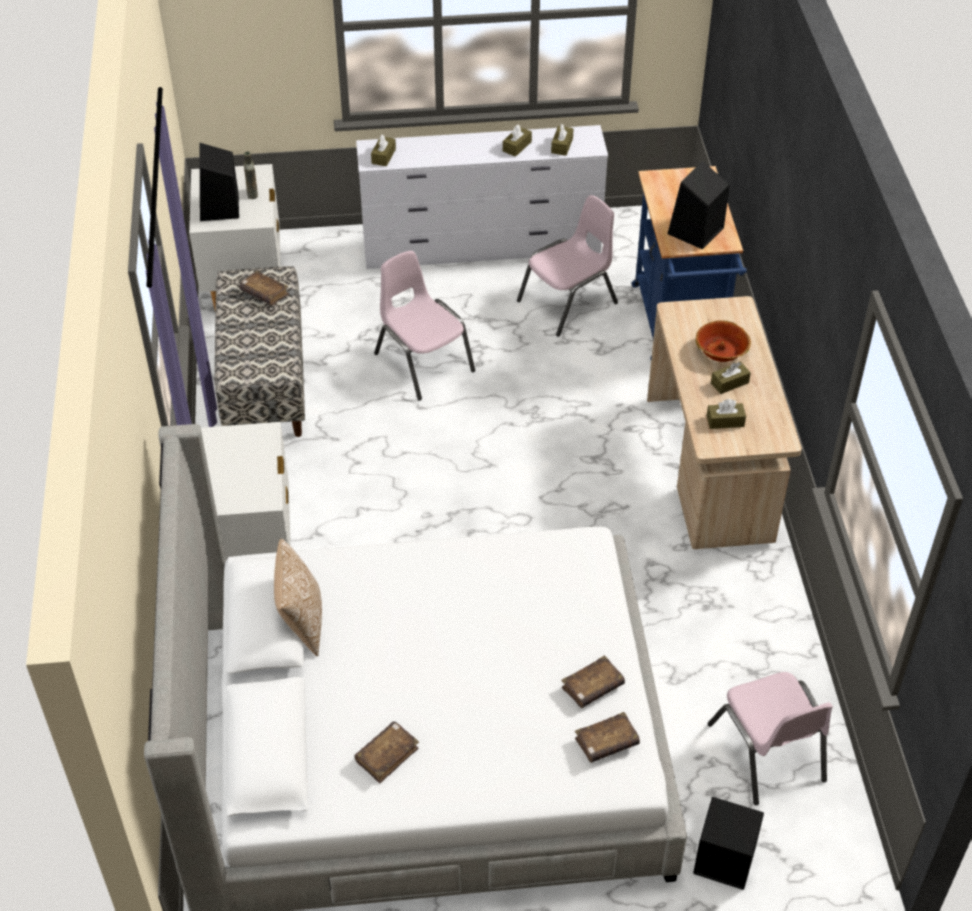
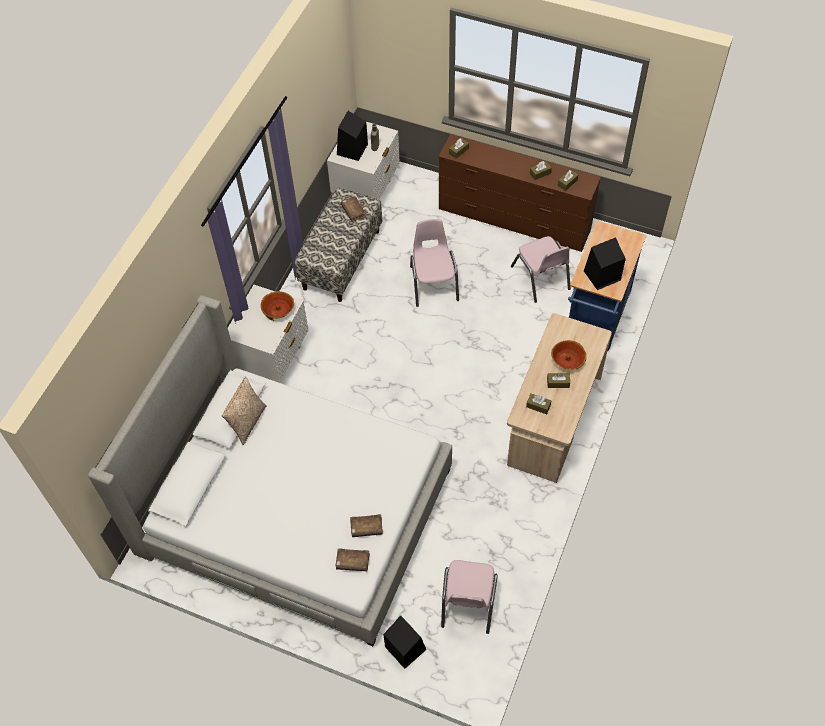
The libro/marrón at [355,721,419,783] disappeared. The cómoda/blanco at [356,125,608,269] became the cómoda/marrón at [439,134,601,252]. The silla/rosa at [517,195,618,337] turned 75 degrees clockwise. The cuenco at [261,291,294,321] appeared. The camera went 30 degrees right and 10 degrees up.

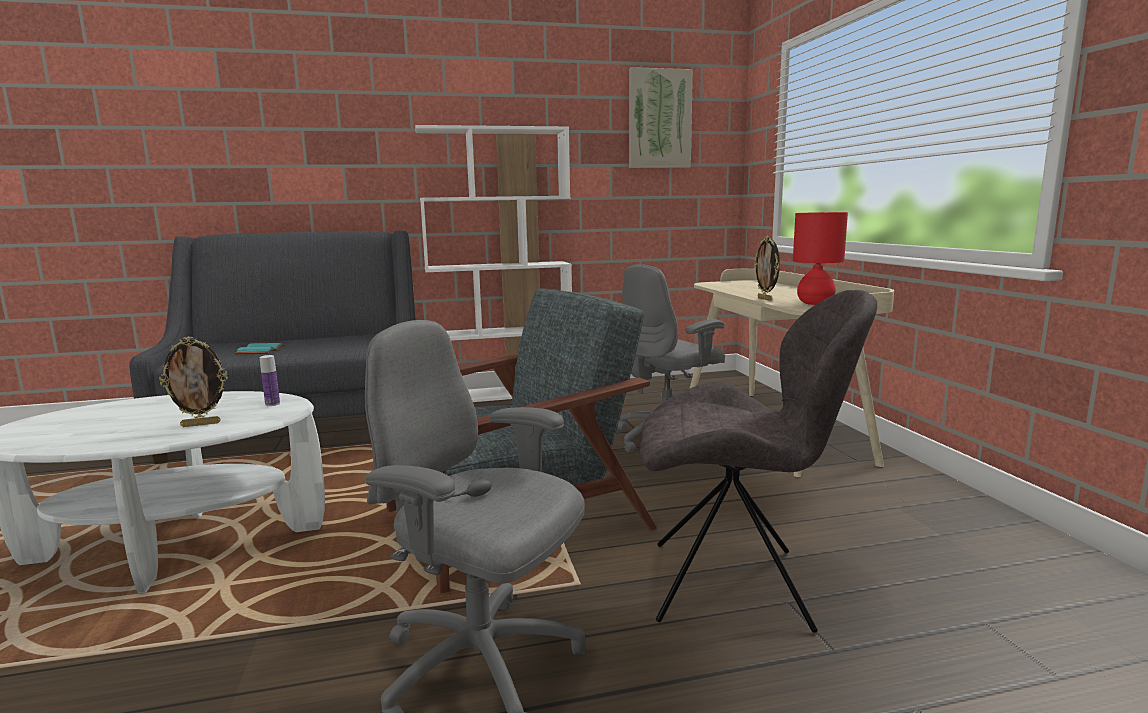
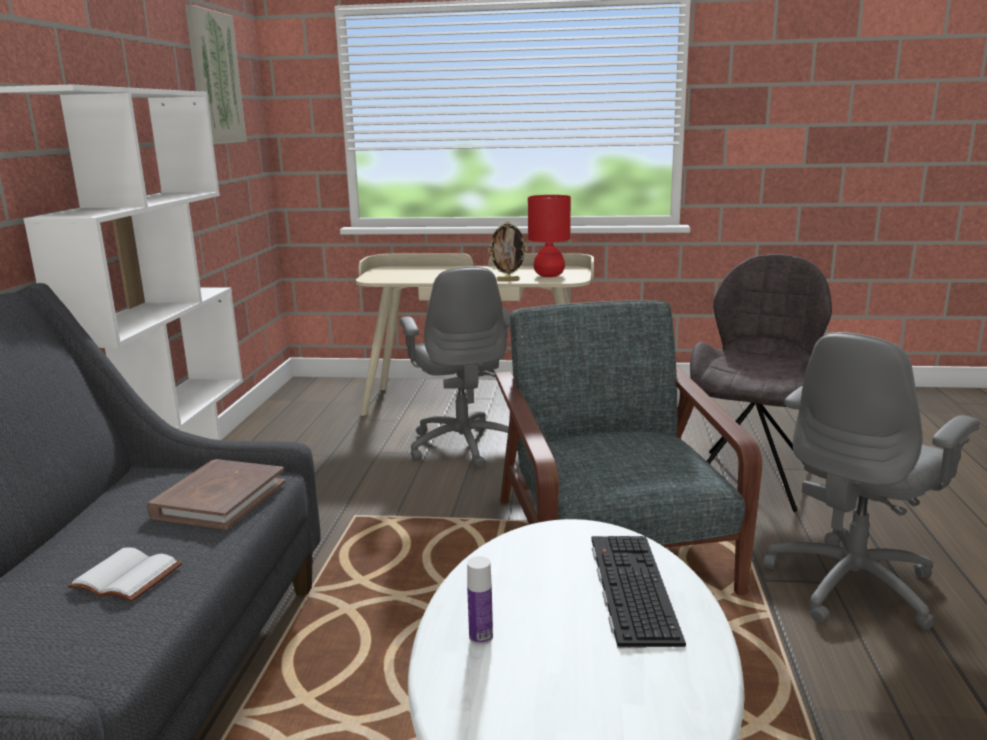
The portarretratos at [159,337,228,427] was replaced by the teclado at [592,536,686,649]. The libro/turquesa at [235,343,285,354] became the libro/blanco at [67,547,182,602]. The botella moved from [260,355,280,406] to [467,556,493,645]. The libro/marrón at [147,459,285,530] appeared. The camera went 70 degrees left and 5 degrees up.

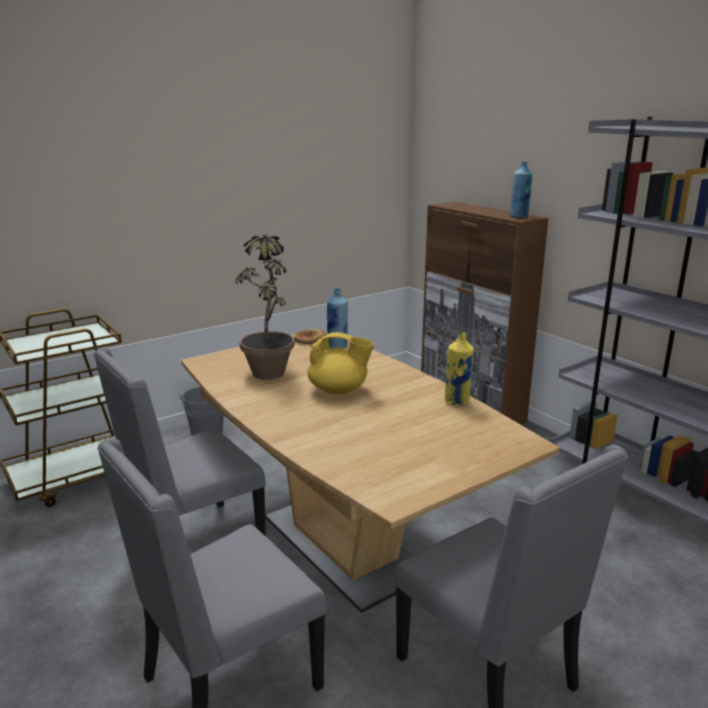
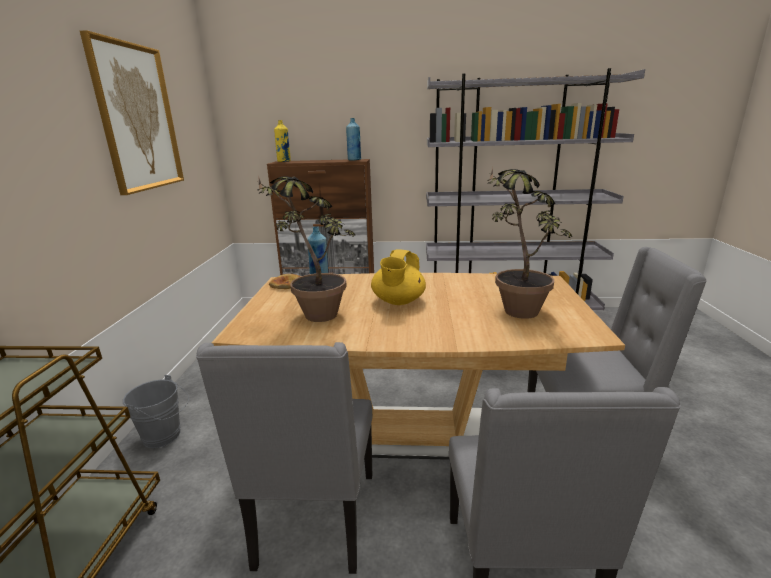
The tetera/amarillo at [307,332,374,394] turned 150 degrees clockwise. The botella/amarillo moved from [445,332,474,406] to [274,120,291,162]. The cuadro at [80,30,184,195] appeared. The planta en maceta at [487,168,572,319] appeared. The camera went 50 degrees left and 0 degrees up.

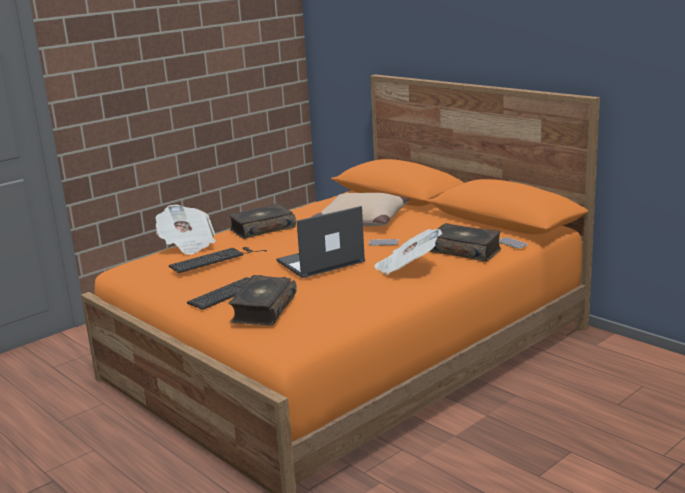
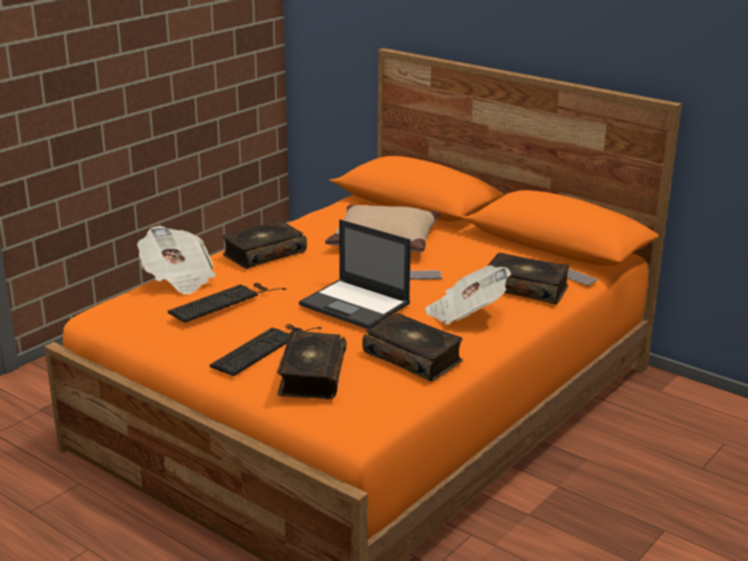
The portátil at [276,206,365,278] turned 105 degrees counterclockwise. The libro at [362,313,463,381] appeared. The camera went 10 degrees left and 5 degrees up.

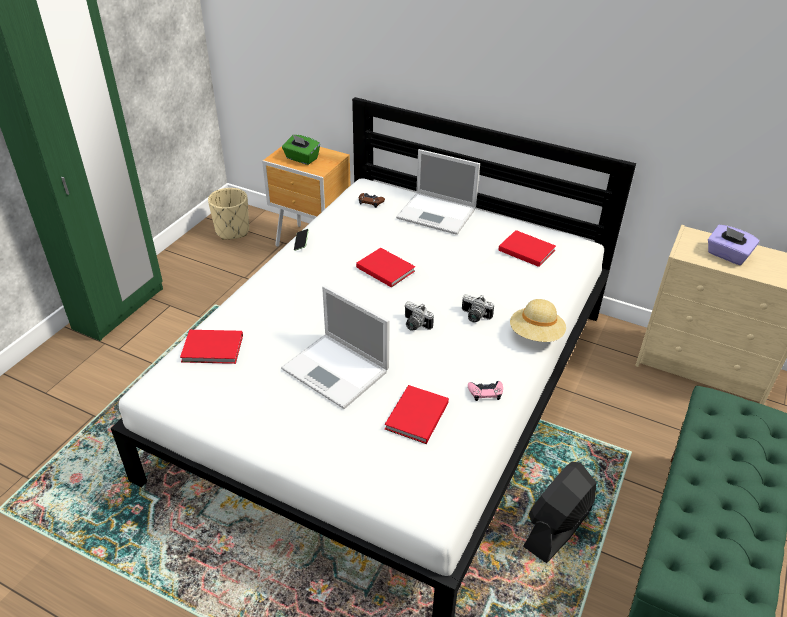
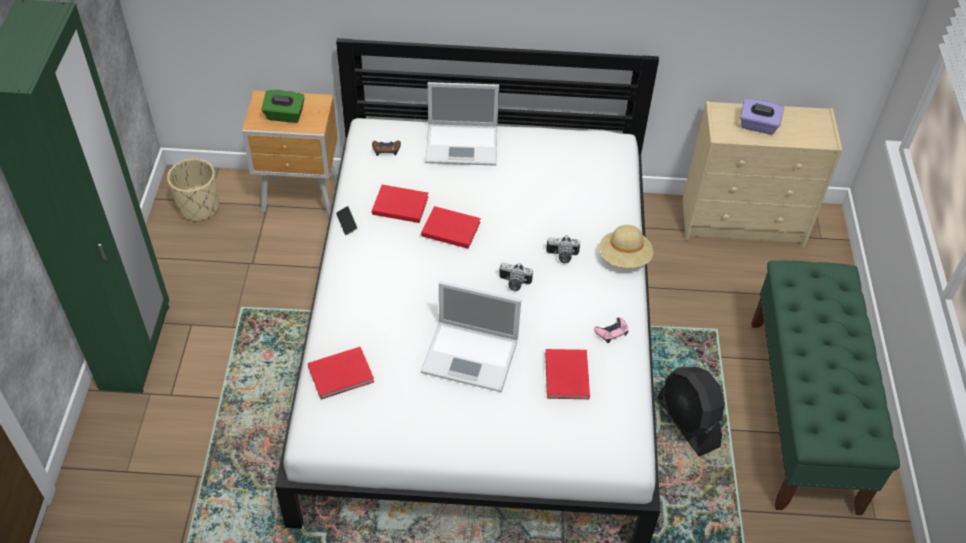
The libro/rojo moved from [498,230,556,267] to [372,185,428,223]. The ventilador/negro at [523,462,597,563] turned 45 degrees counterclockwise. The camera went 25 degrees left and 10 degrees up.

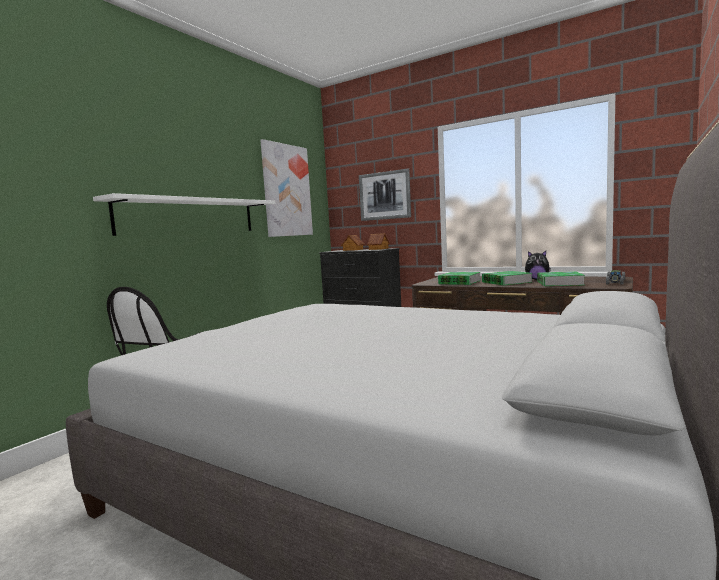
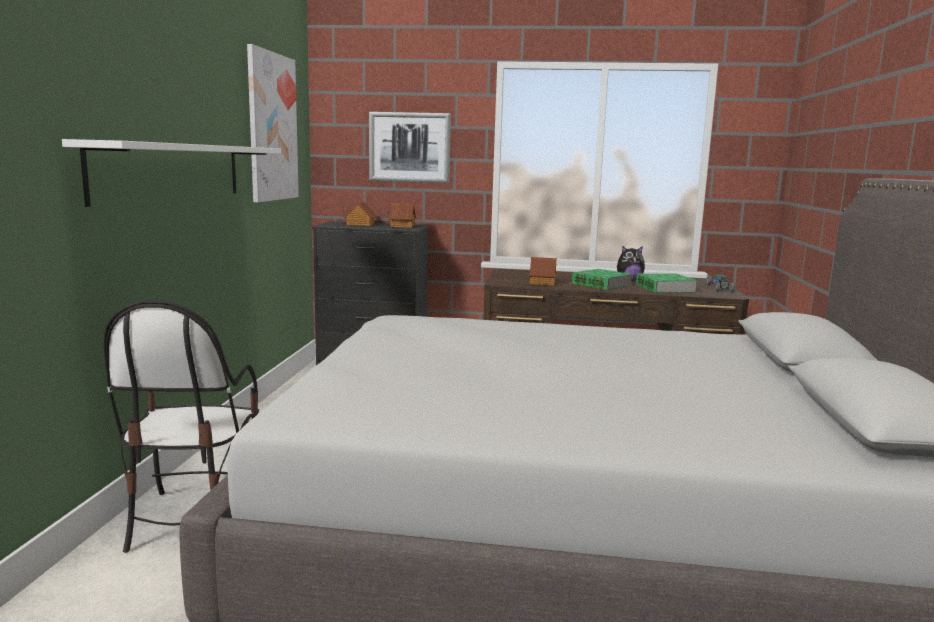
The libro at [438,272,481,285] was replaced by the casita at [530,257,557,285]. The camera went 25 degrees left and 5 degrees up.

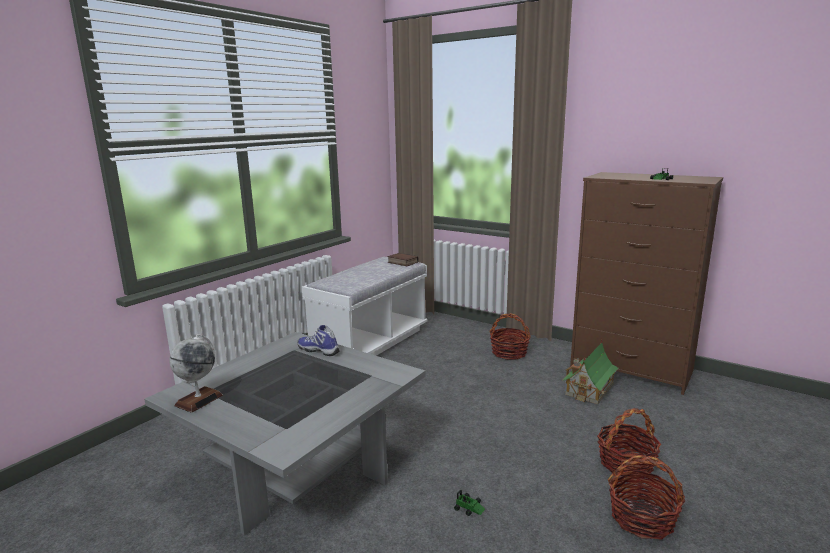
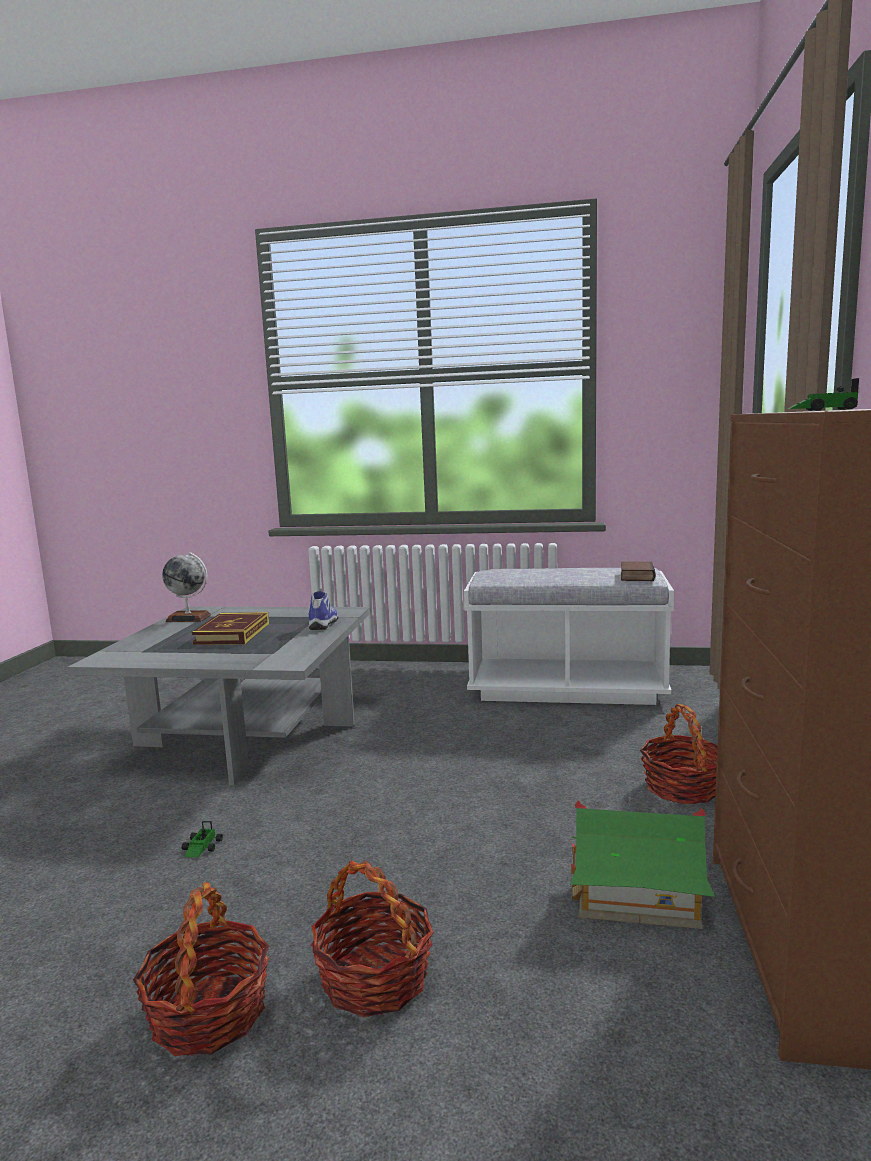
The libro at [191,612,269,645] appeared. The camera went 65 degrees right and 5 degrees down.

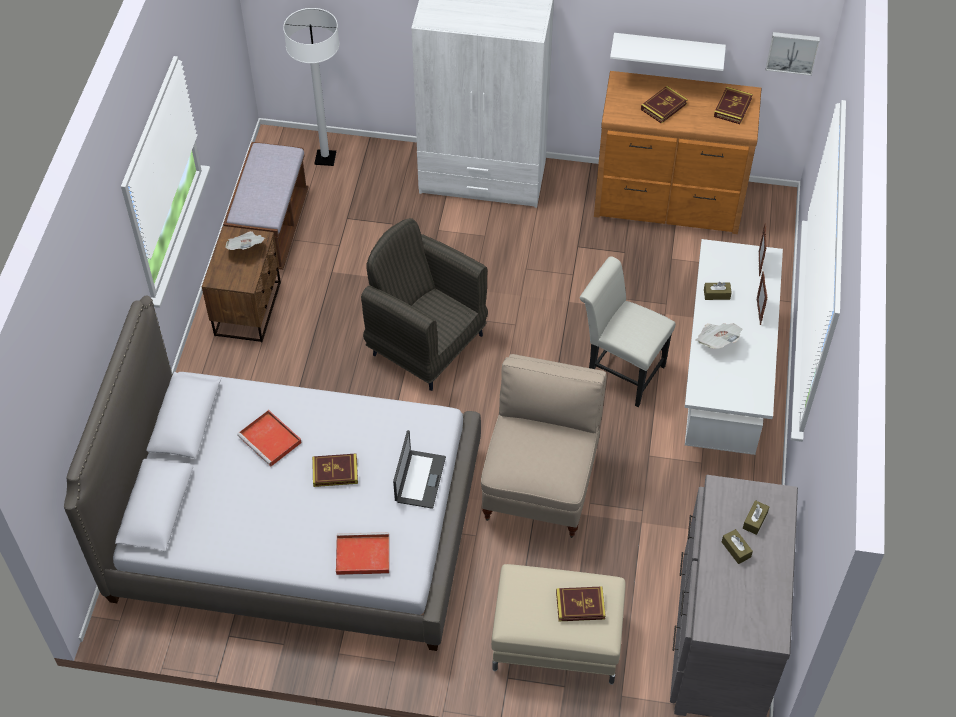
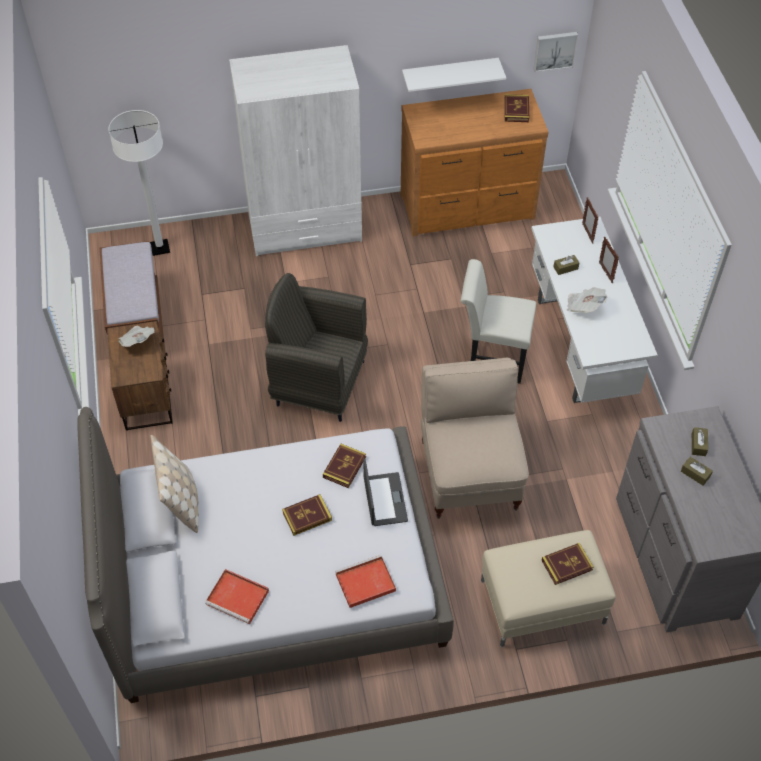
The bandeja/rojo moved from [237,410,302,466] to [205,569,269,624]. The libro moved from [641,86,688,124] to [323,444,366,488]. The cojín/beis at [151,435,199,533] appeared. The camera went 20 degrees left and 0 degrees up.

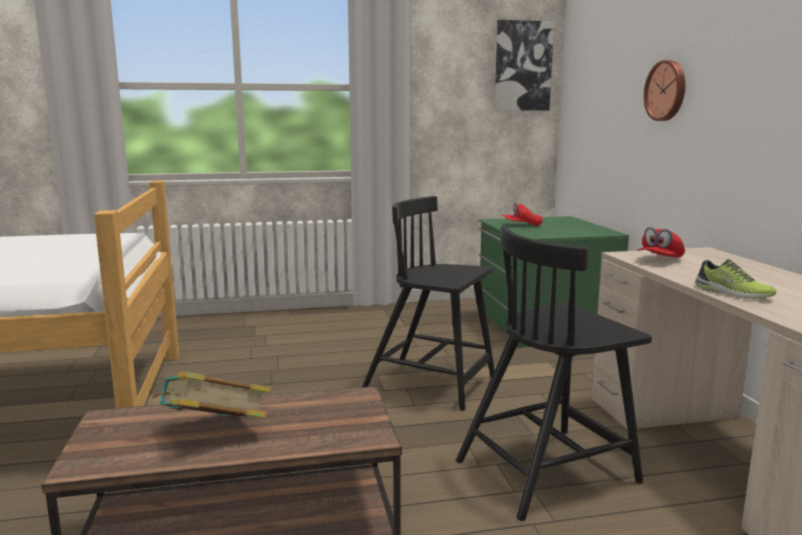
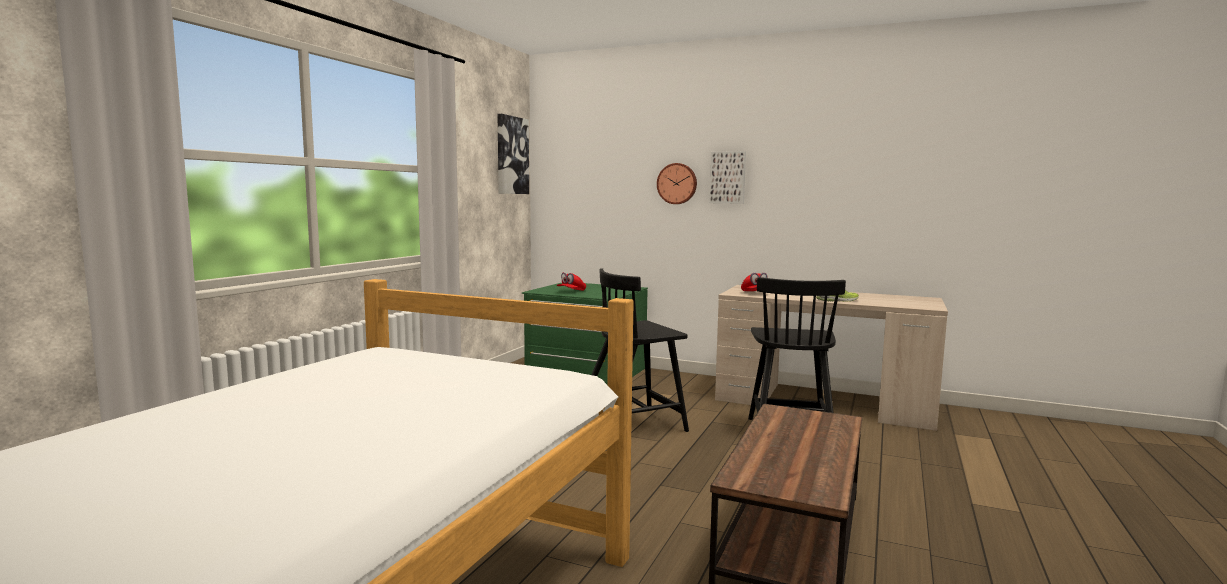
The libro at [153,372,271,418] disappeared. The cuadro at [710,151,746,204] appeared. The camera went 55 degrees left and 5 degrees down.

